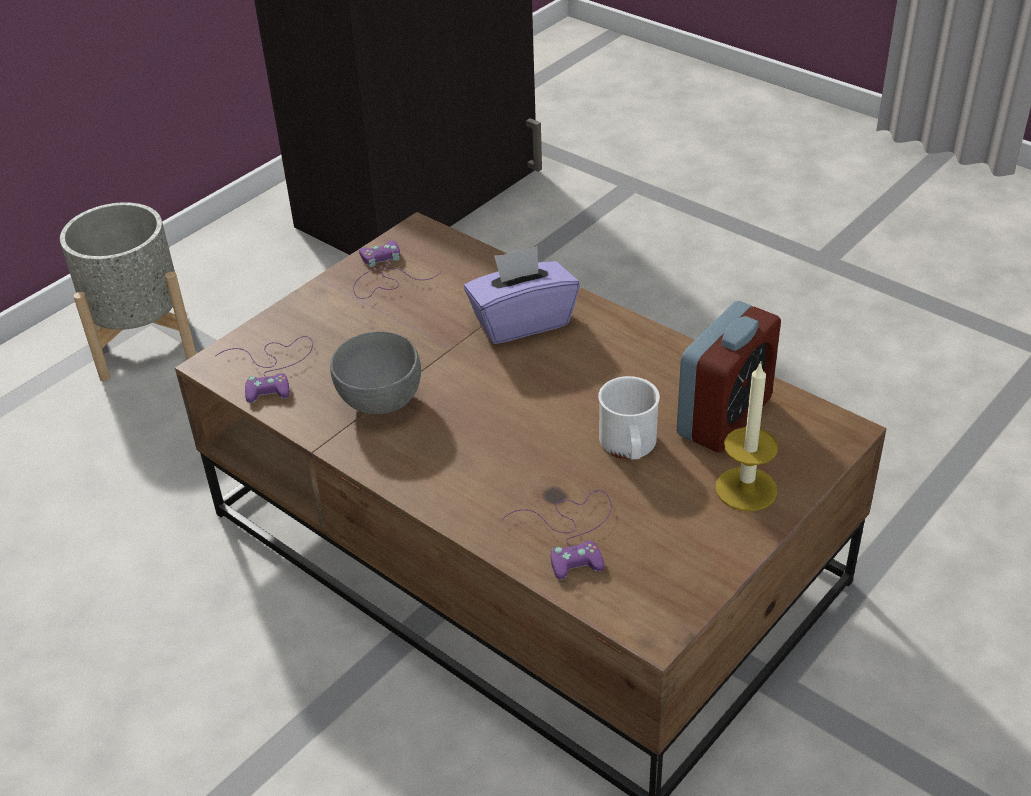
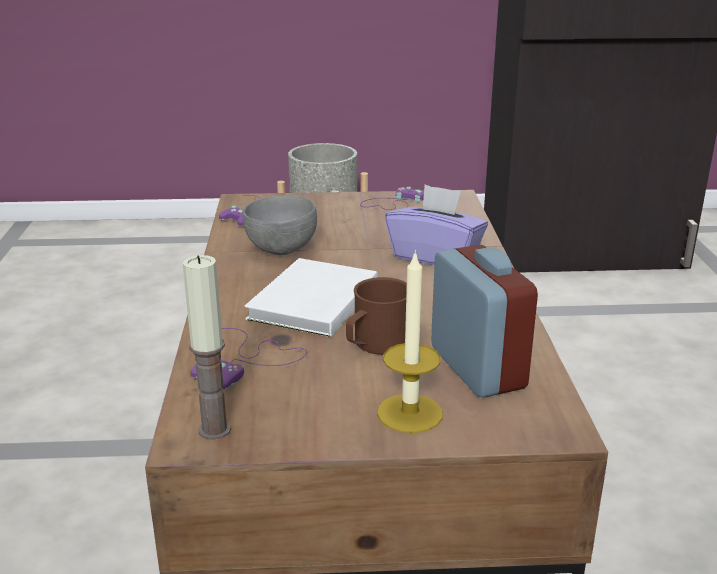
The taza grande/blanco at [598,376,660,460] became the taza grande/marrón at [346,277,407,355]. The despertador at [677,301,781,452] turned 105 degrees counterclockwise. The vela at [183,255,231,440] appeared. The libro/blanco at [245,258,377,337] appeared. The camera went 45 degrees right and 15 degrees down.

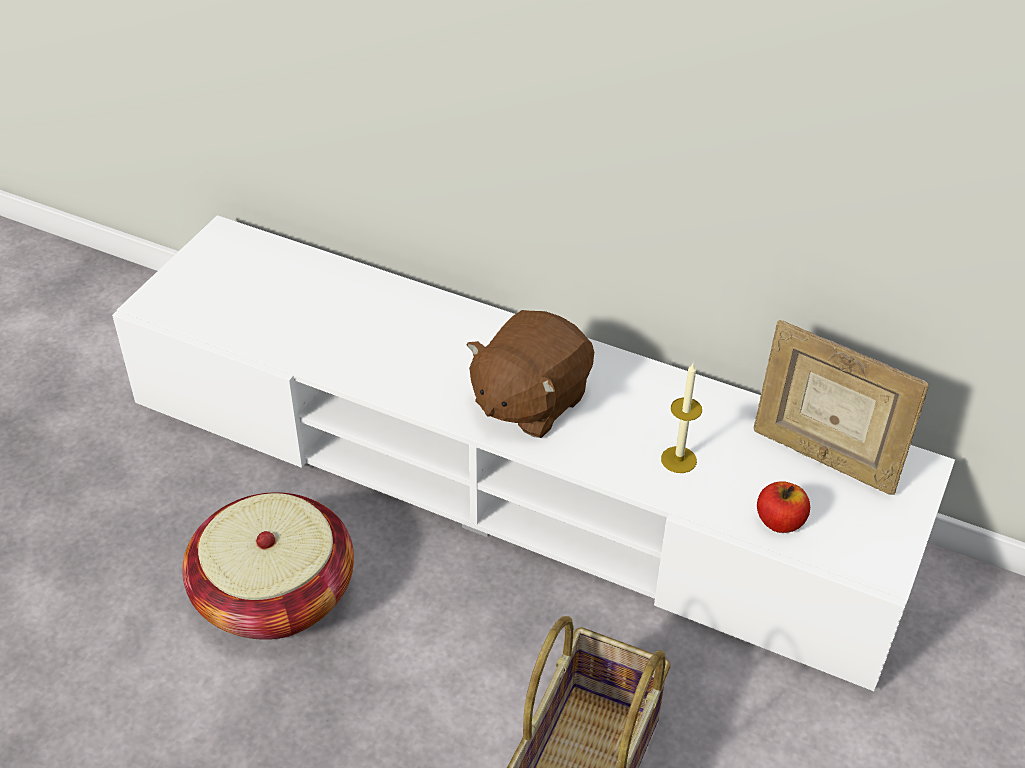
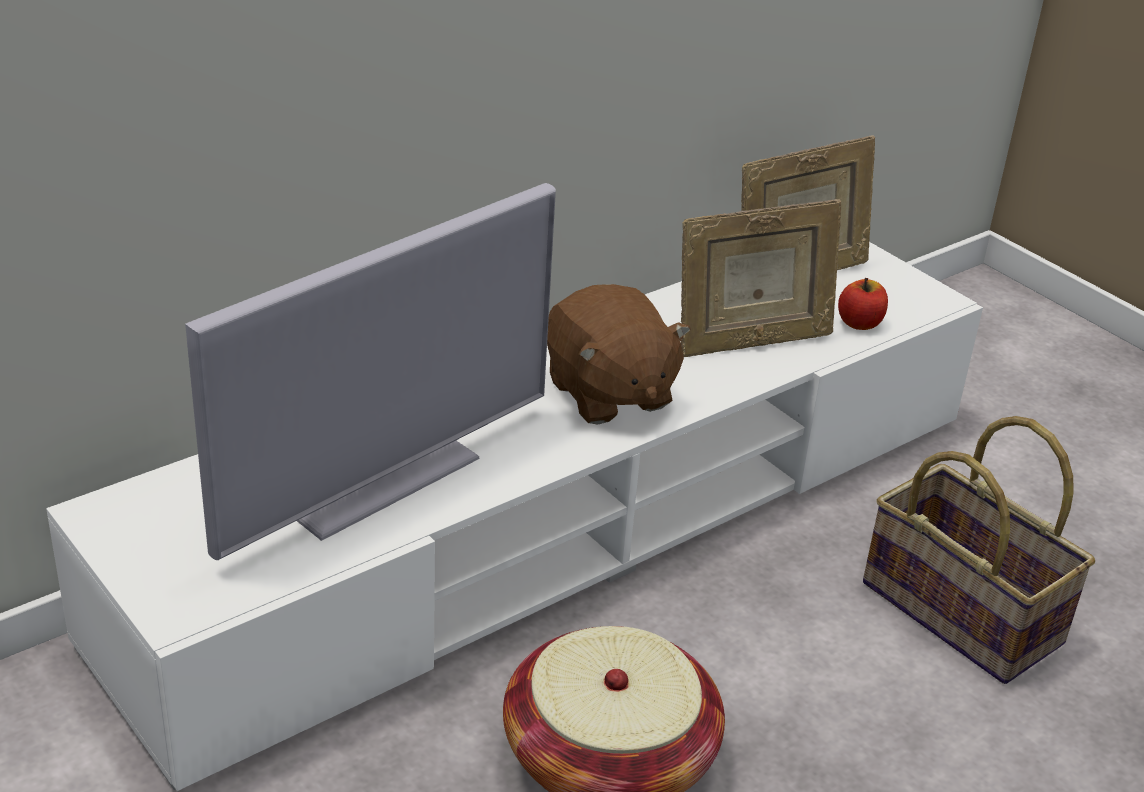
The vela at [661,362,702,473] was replaced by the portarretratos at [681,199,841,357]. The televisor at [185,183,556,560] appeared. The camera went 65 degrees left and 10 degrees down.

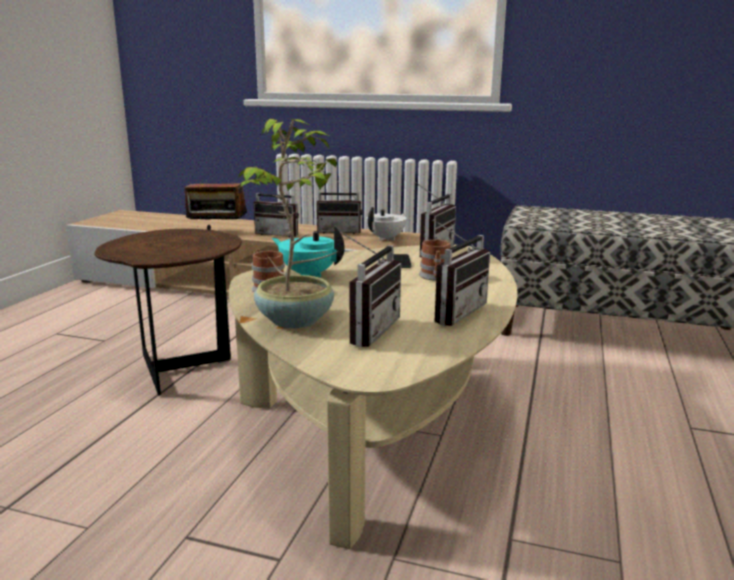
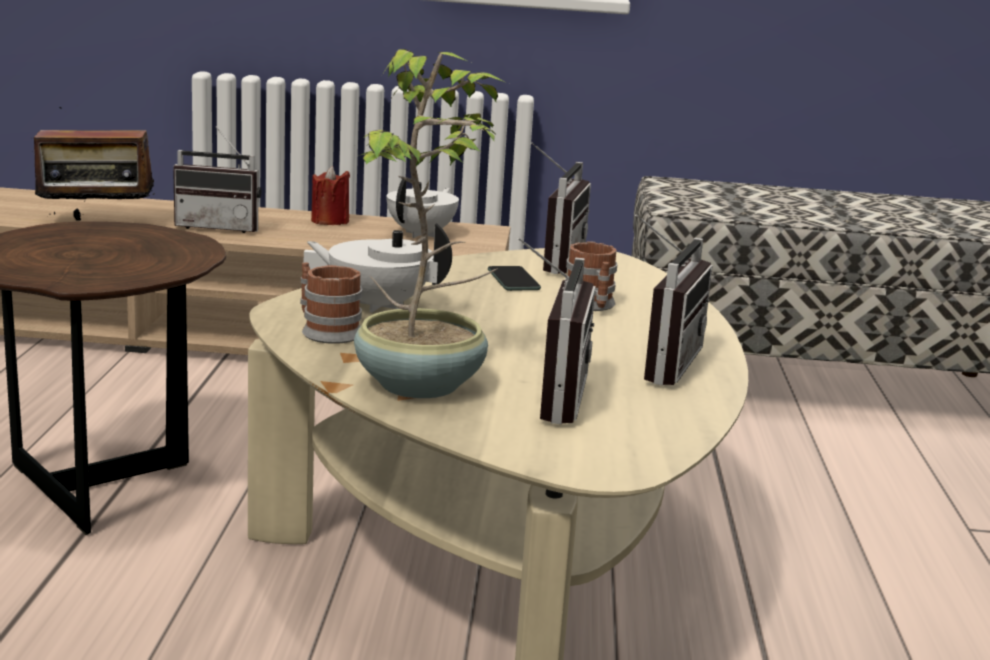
The tetera/turquesa at [272,227,345,277] became the tetera/blanco at [307,223,452,313]. The radio at [317,179,362,234] was replaced by the vela/rojo at [311,166,350,225]. The camera went 15 degrees left and 0 degrees up.

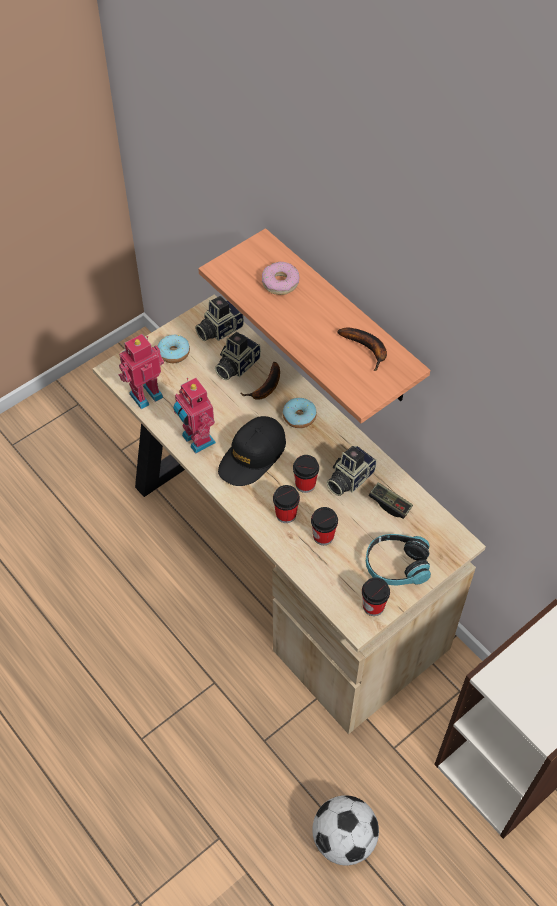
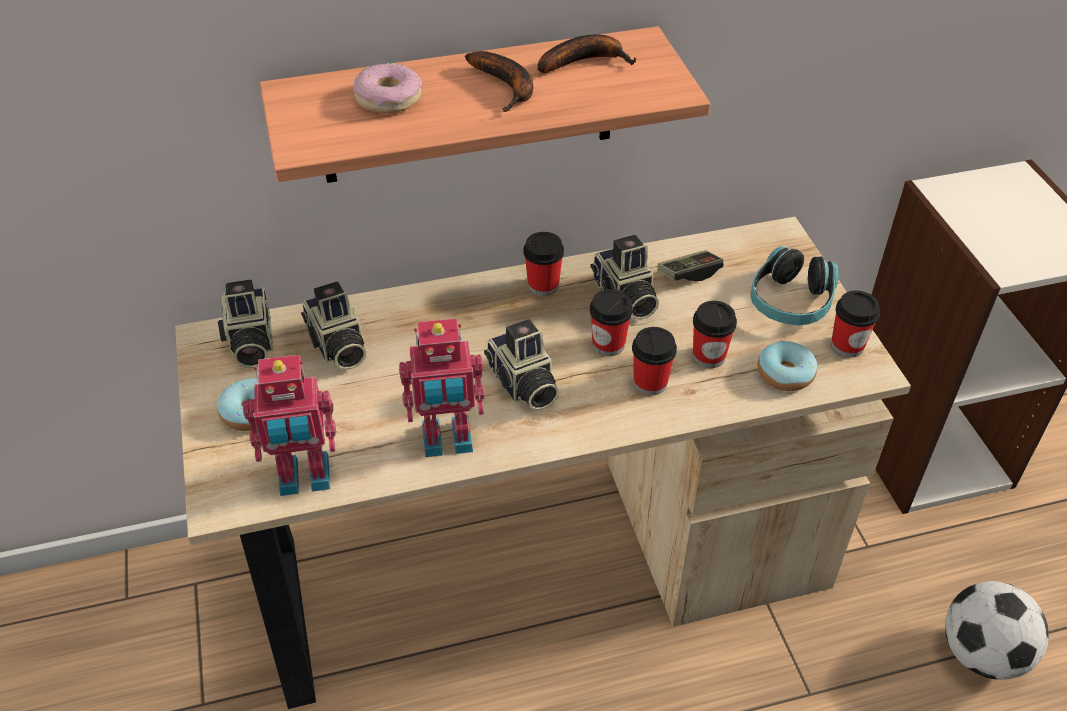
The robot de juguete at [119,334,164,409] turned 90 degrees counterclockwise. The gorra/negro at [218,416,286,486] was replaced by the cámara at [484,319,559,410]. The plátano moved from [241,362,280,400] to [465,51,533,112]. The rosquilla moved from [283,398,317,428] to [758,341,817,391]. The taza at [523,232,564,296] appeared. The camera went 65 degrees left and 10 degrees down.

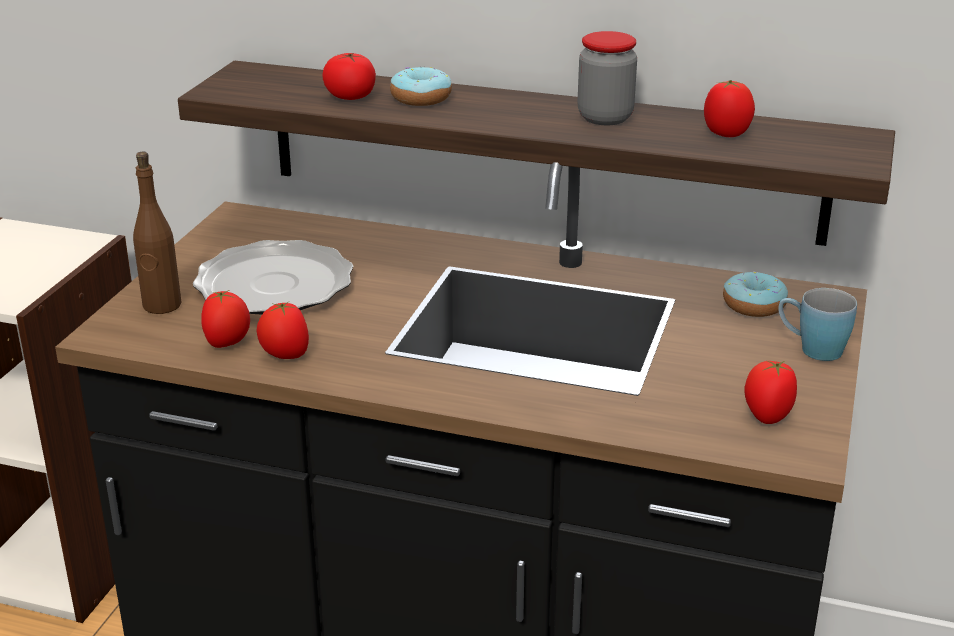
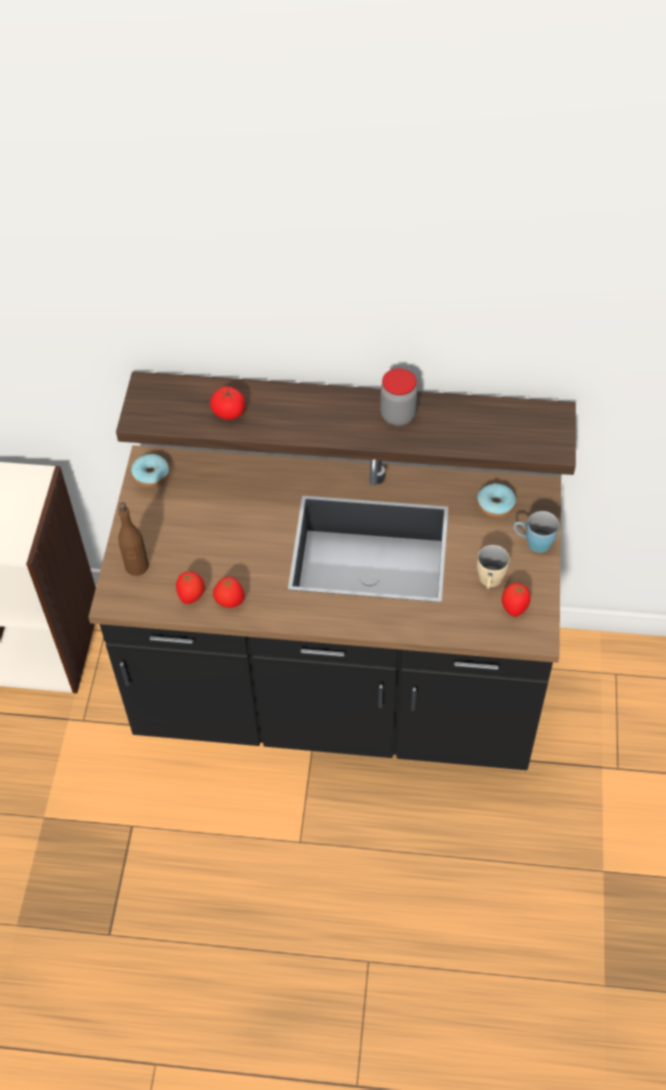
The plato at [193,240,353,315] disappeared. The rosquilla moved from [390,66,452,106] to [131,454,169,487]. The tomate at [704,80,755,137] disappeared. The taza grande/beis at [477,545,510,589] appeared. The camera went 10 degrees left and 25 degrees up.

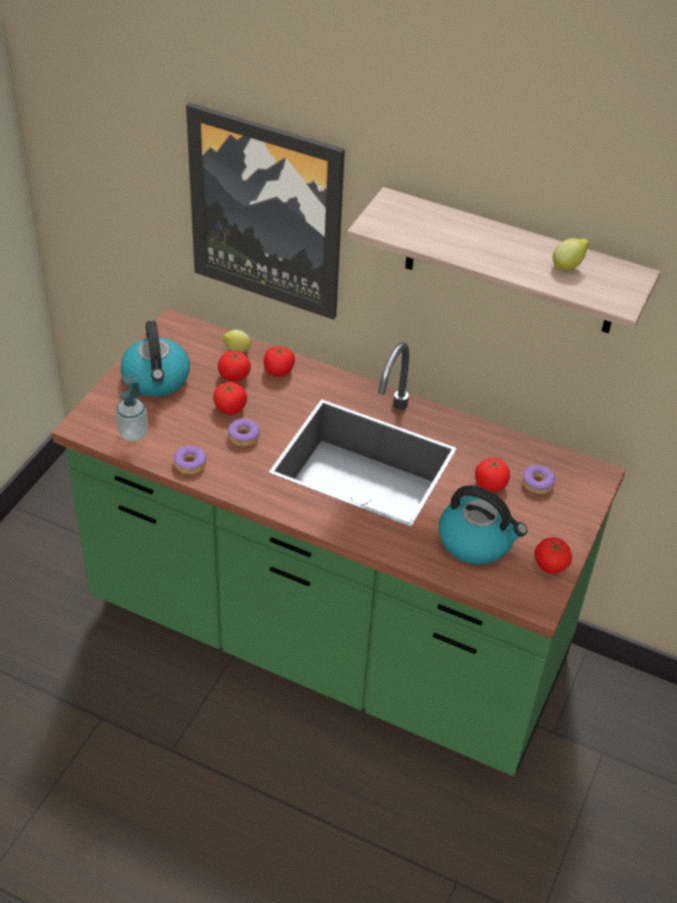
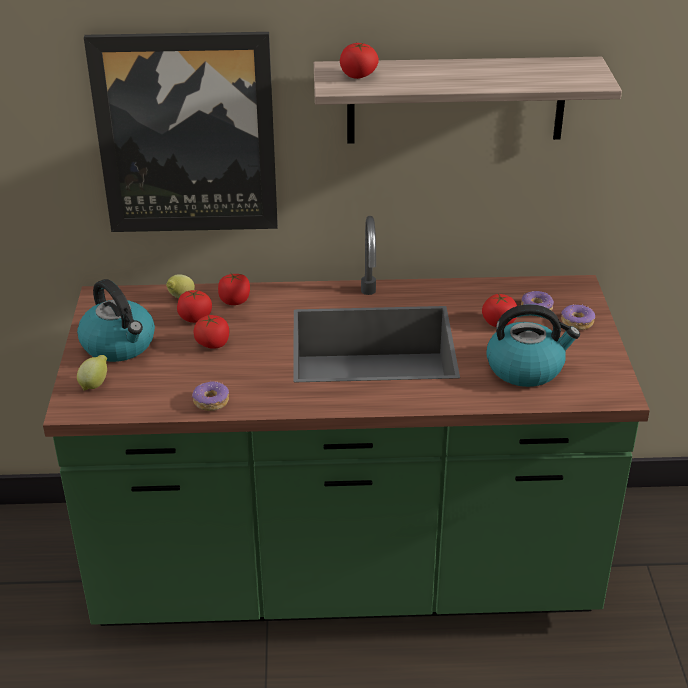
The dispensador de jabón at [116,375,148,442] disappeared. The rosquilla moved from [228,418,260,446] to [561,304,595,330]. The tomate moved from [535,537,572,574] to [340,43,379,79]. The limón moved from [553,238,590,270] to [77,355,107,390]. The camera went 25 degrees left and 10 degrees down.

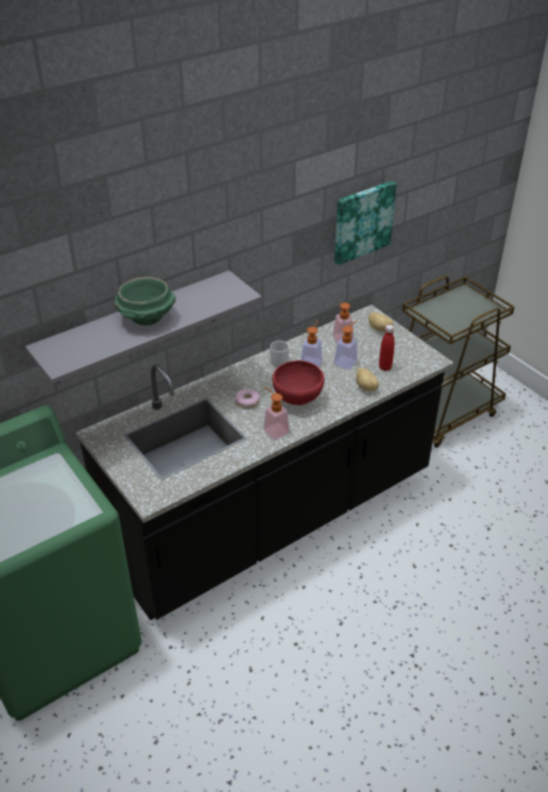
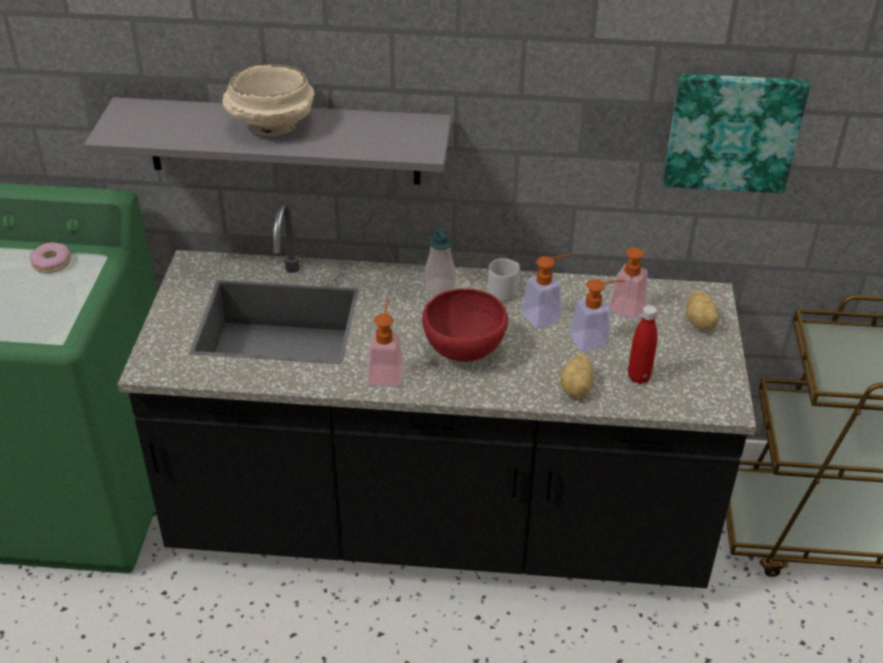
The cuenco/verde at [115,277,176,325] became the cuenco/beis at [223,64,315,136]. The rosquilla moved from [234,389,260,409] to [30,242,71,273]. The dispensador de jabón at [425,227,455,296] appeared. The camera went 40 degrees right and 0 degrees up.

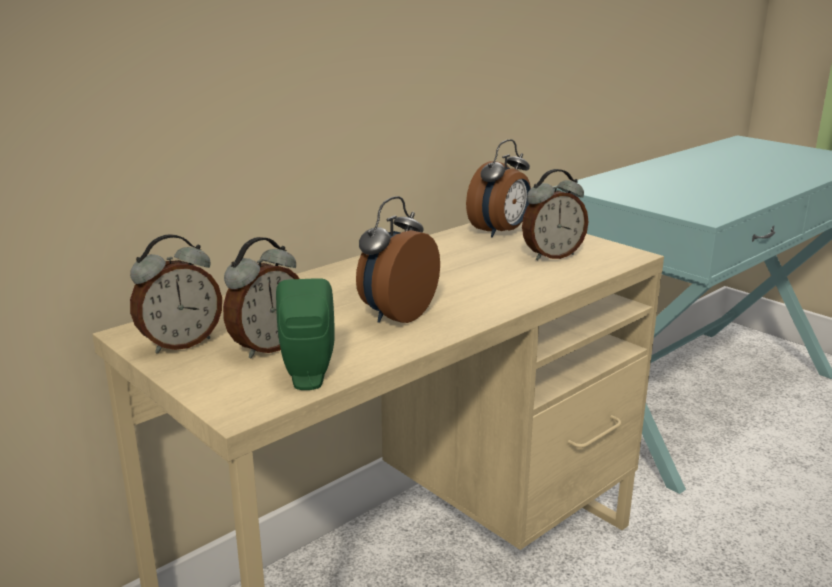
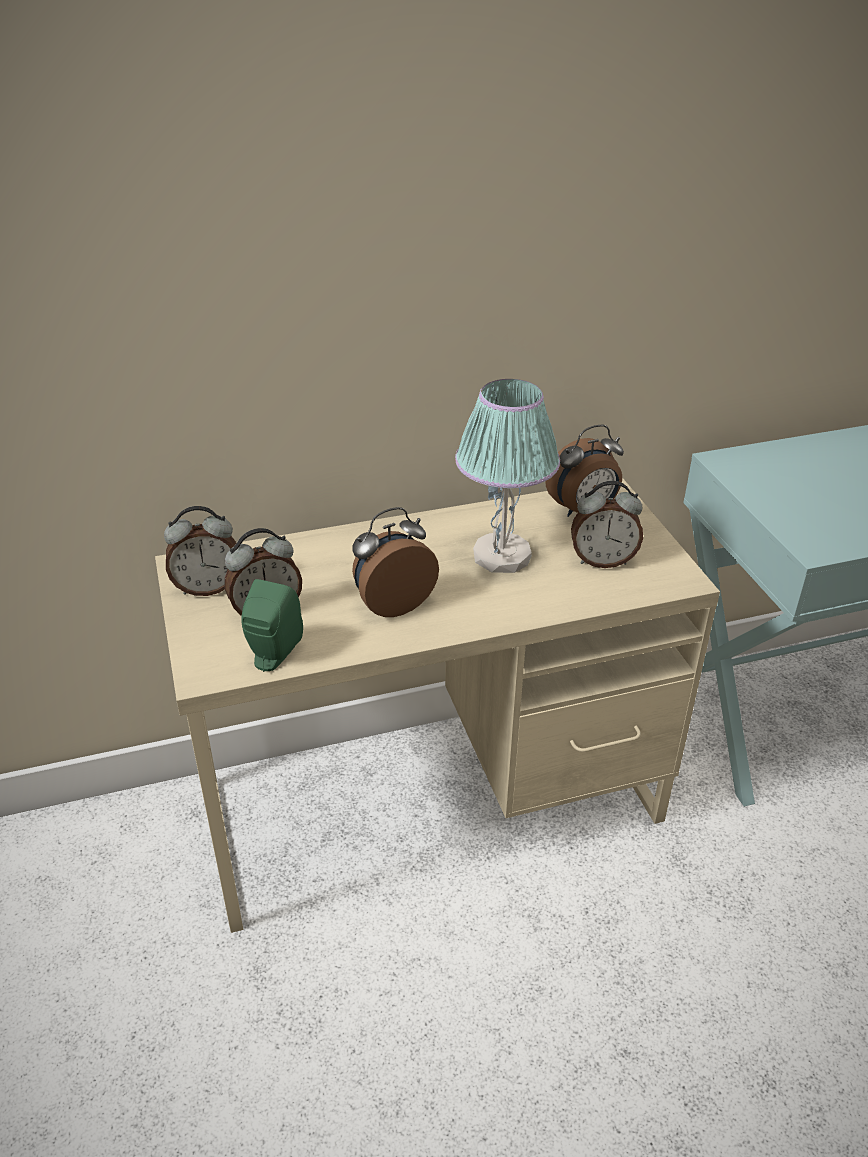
The lámpara de mesa at [455,379,560,573] appeared. The camera went 25 degrees right and 15 degrees up.

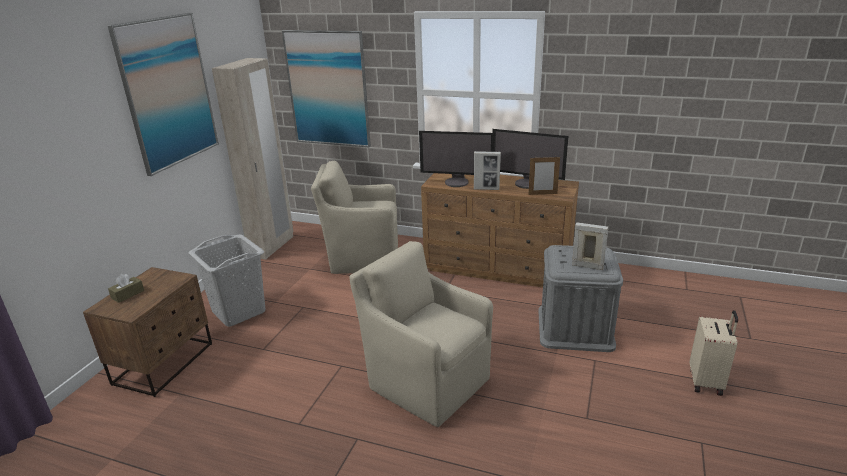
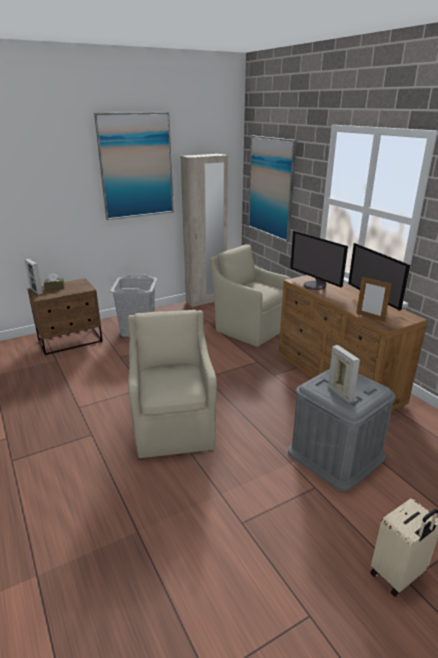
The portarretratos moved from [474,151,501,190] to [25,259,43,295]. The camera went 40 degrees right and 0 degrees up.

